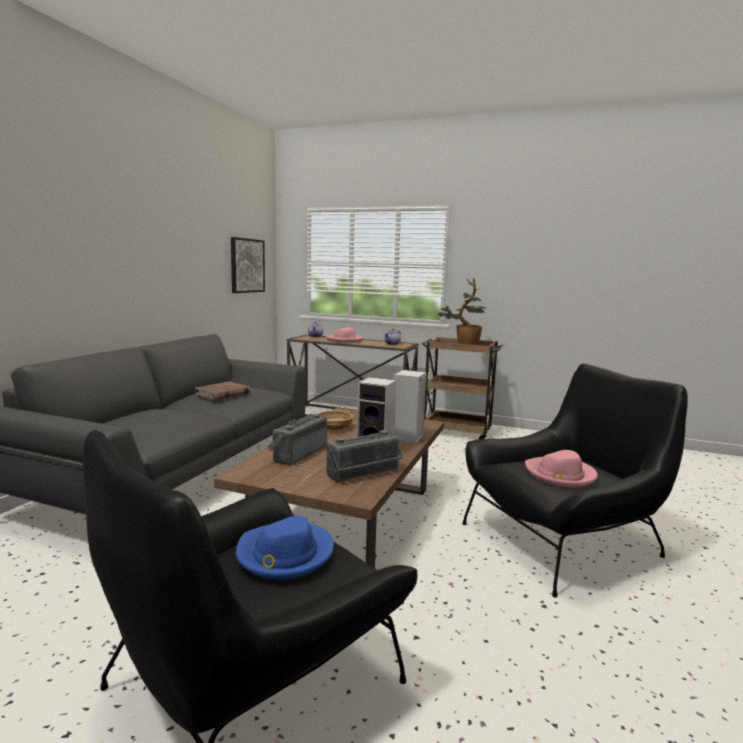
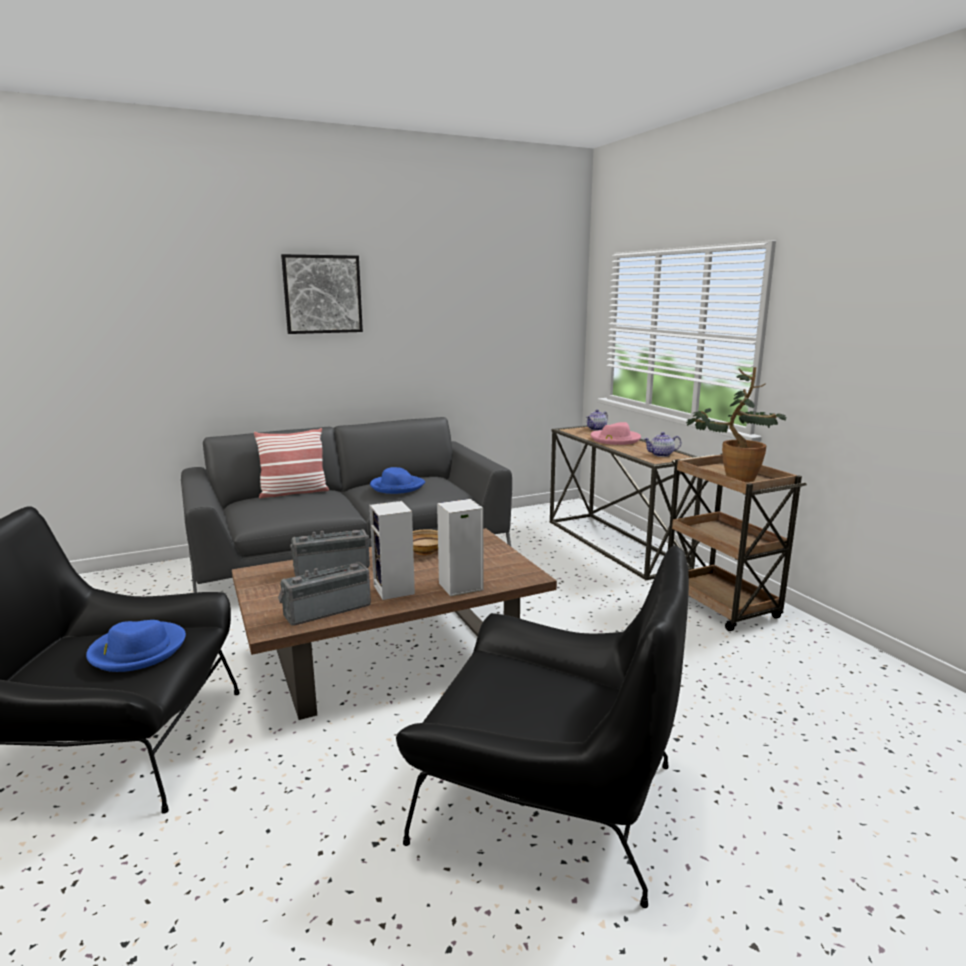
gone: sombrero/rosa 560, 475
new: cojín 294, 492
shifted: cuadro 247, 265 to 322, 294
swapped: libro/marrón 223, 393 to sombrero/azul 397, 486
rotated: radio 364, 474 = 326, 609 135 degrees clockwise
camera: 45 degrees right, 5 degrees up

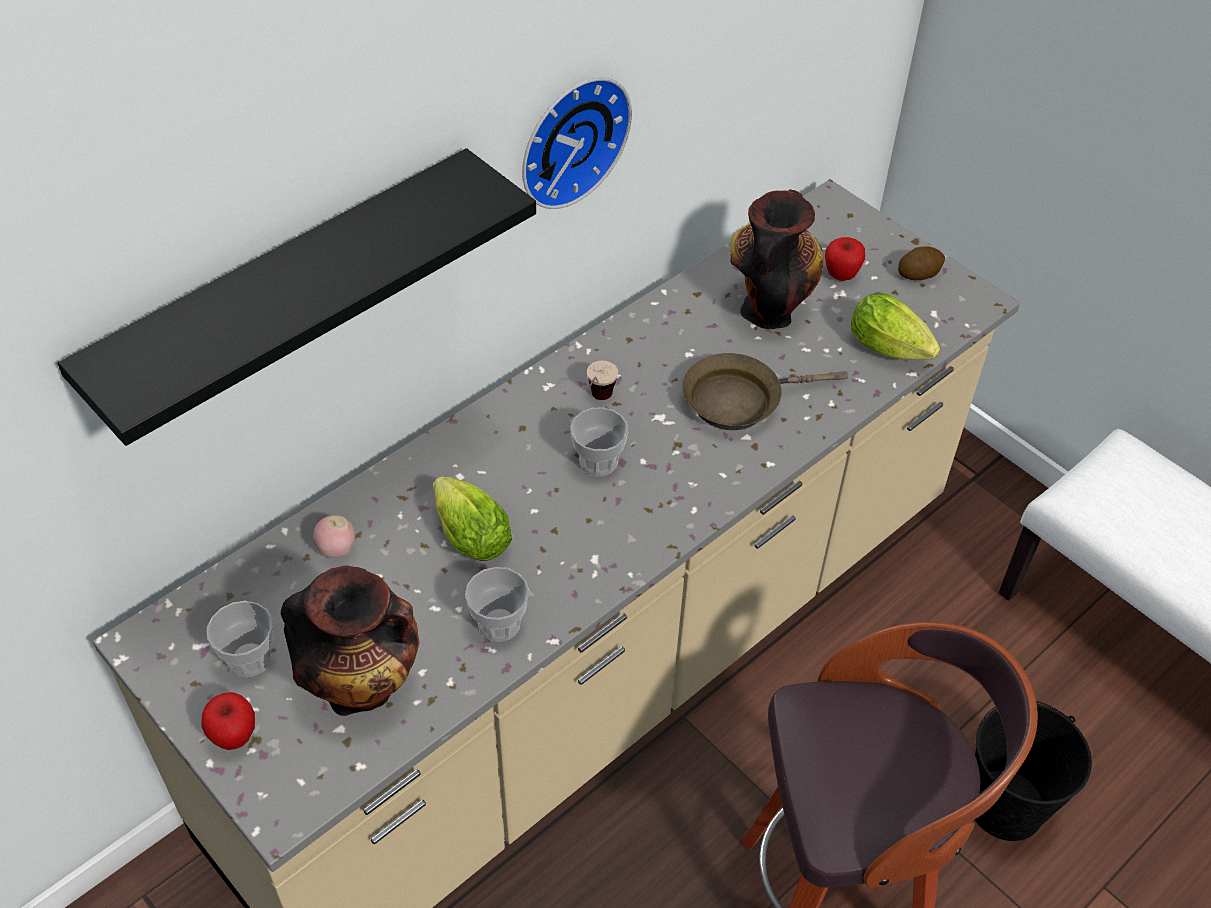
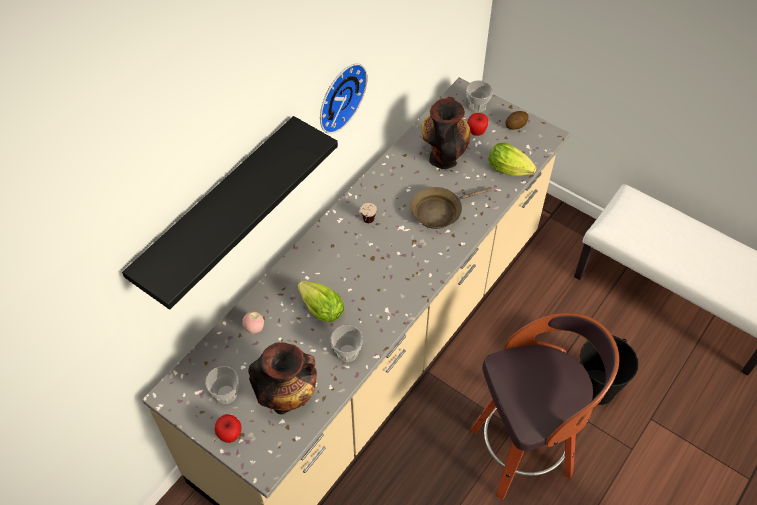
shifted: taza 598, 461 to 477, 106
camera: 10 degrees left, 5 degrees up

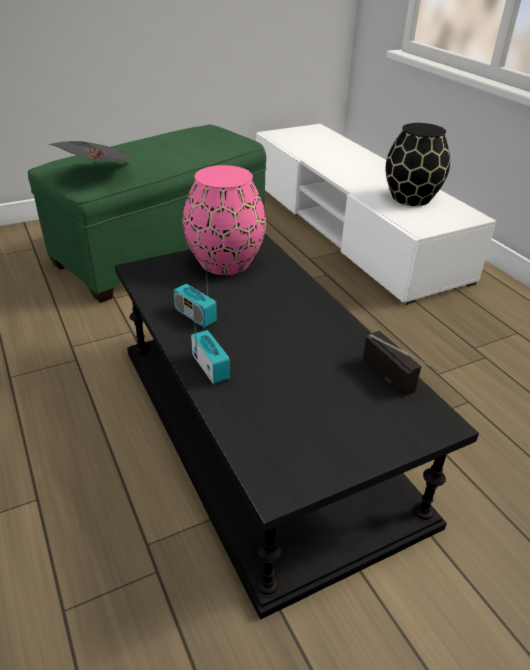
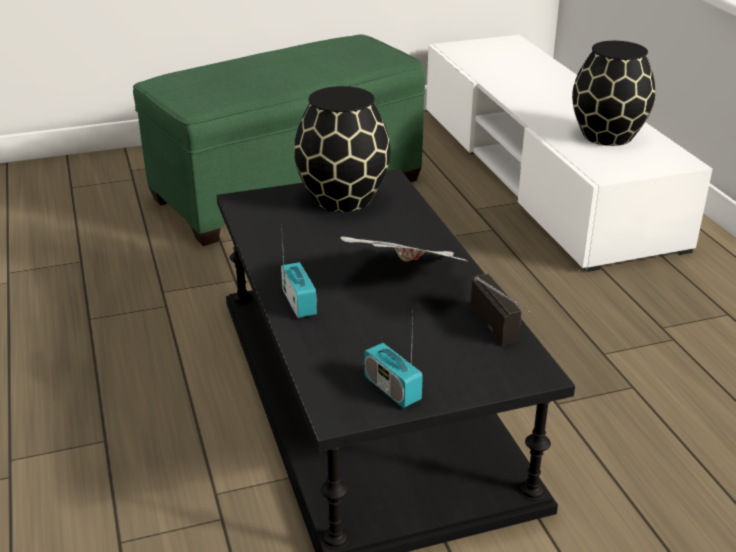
shifted: periódico 99, 174 to 409, 279; radio 195, 316 to 392, 389
repainted: florero/rosa 224, 262 to florero/negro 341, 198
camera: 10 degrees right, 5 degrees down

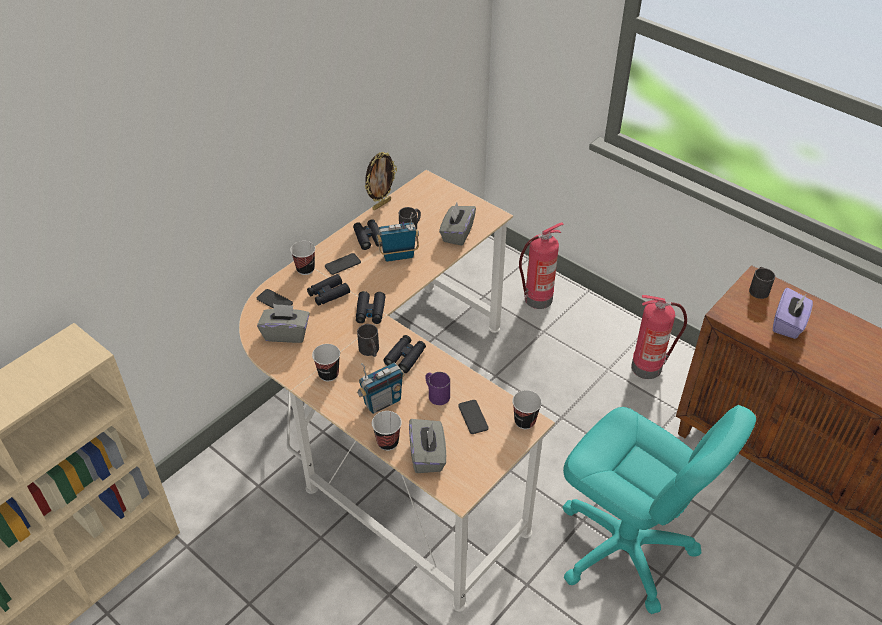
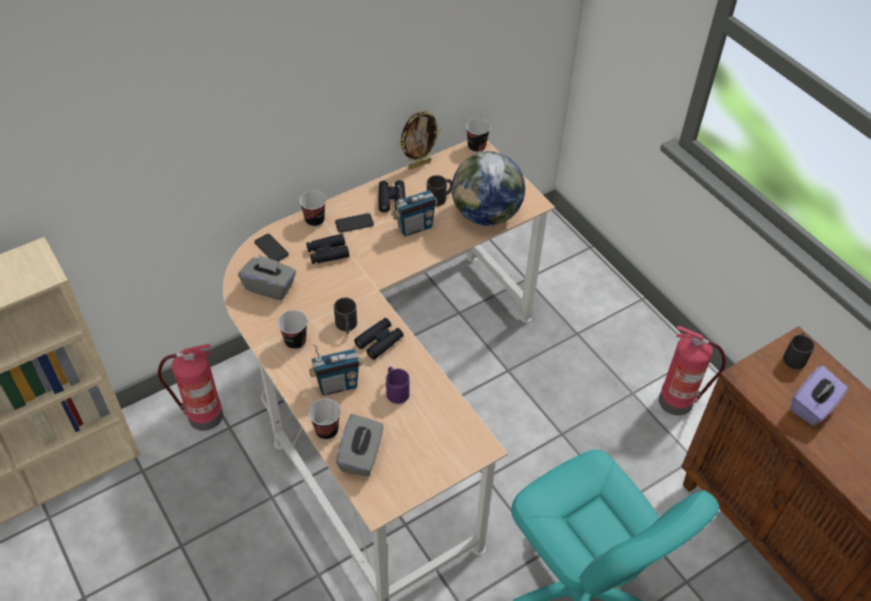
gone: prismáticos/negro 370, 311; móvil 473, 417
shifted: extintor 537, 300 to 203, 416; taza 525, 421 to 476, 147
swapped: caja de pañuelos/gris 457, 233 to globo terráqueo 486, 215
rotated: radio 398, 256 = 415, 227 150 degrees clockwise
camera: 15 degrees right, 5 degrees up

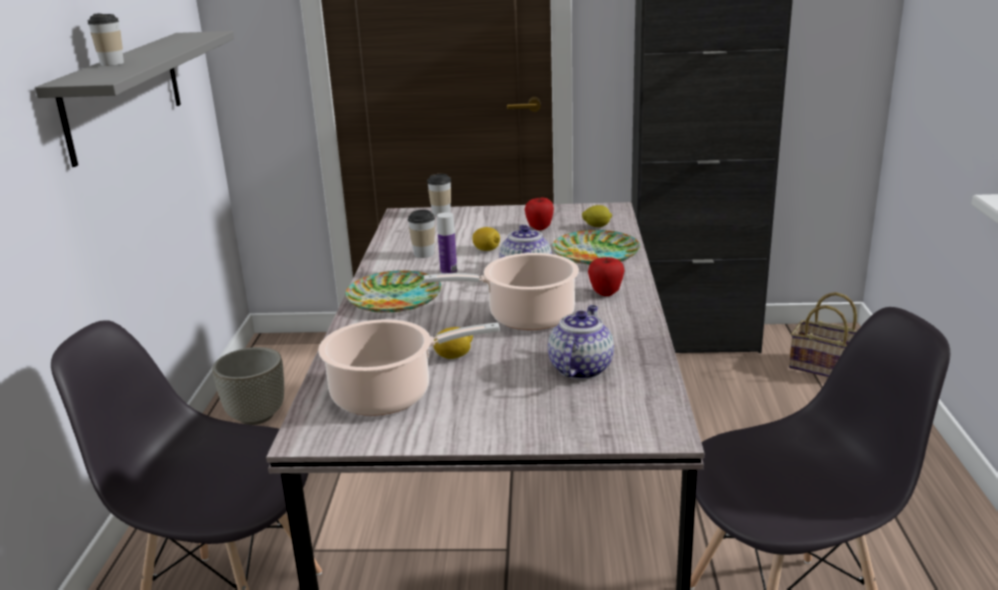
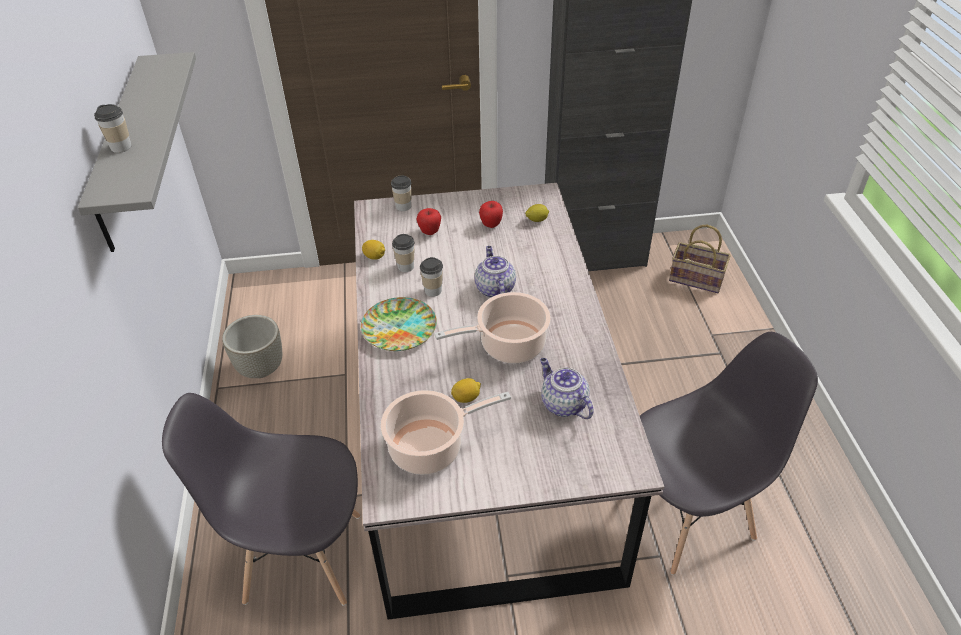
gone: plato 596, 253
shifted: limón 487, 250 to 374, 257; manzana 605, 293 to 429, 232
swapped: botella 448, 272 to taza 433, 290
rotated: tetera 580, 368 = 563, 404 45 degrees counterclockwise
camera: 10 degrees left, 20 degrees up

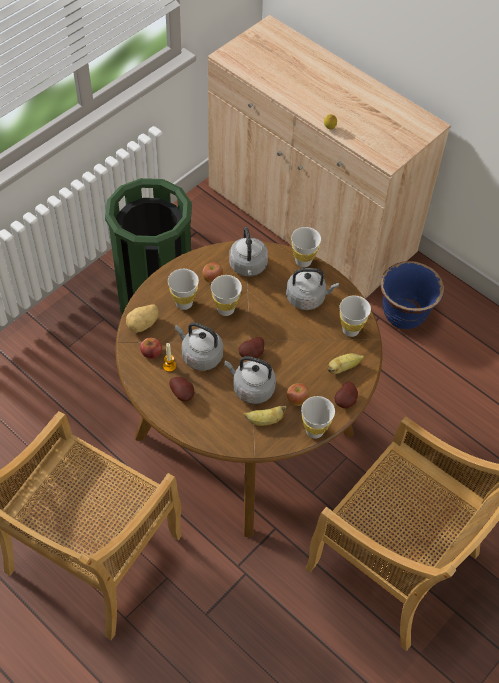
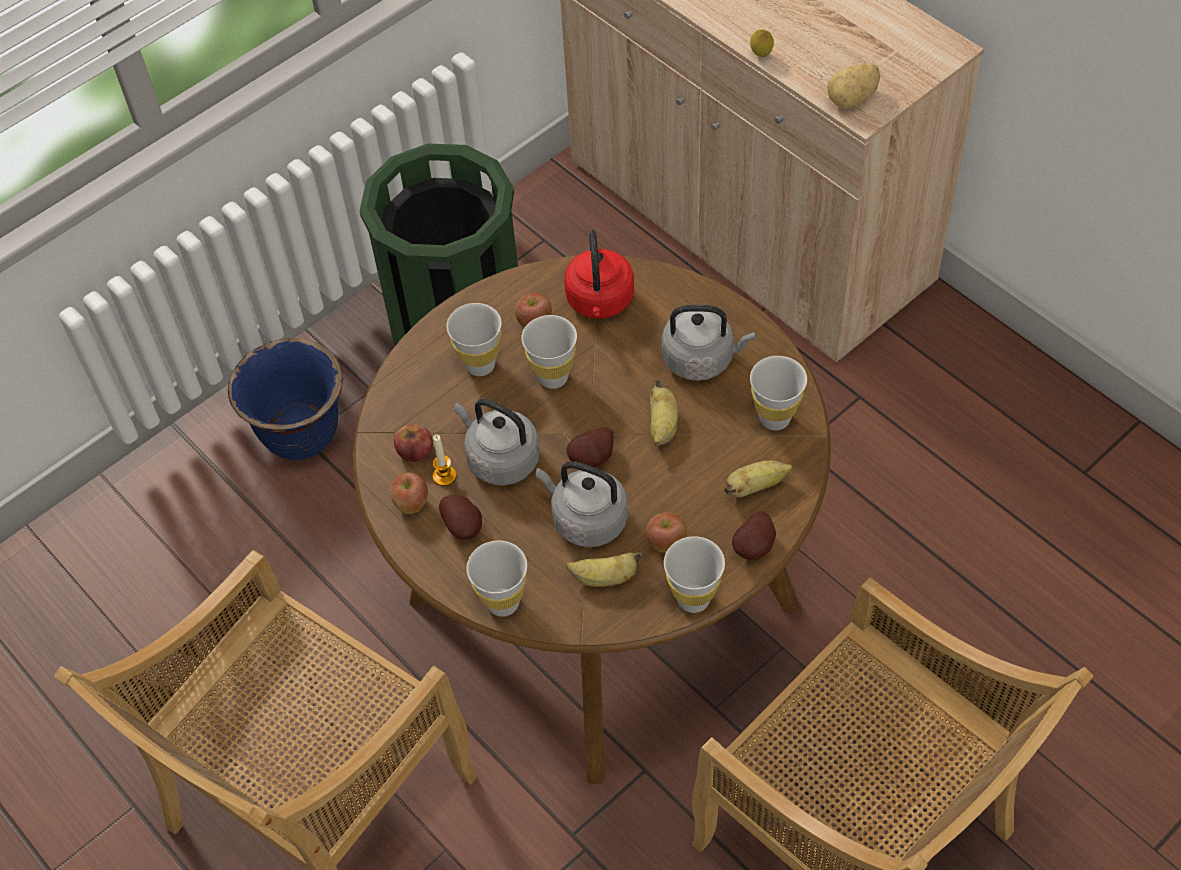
new: plátano 662, 426; manzana 411, 504
shifted: taza/blanco 303, 261 to 503, 603; maceta/azul 404, 315 to 302, 434; patata 143, 325 to 853, 99
repainted: hervidor/gris 248, 267 to hervidor/rojo 600, 302
camera: 10 degrees right, 0 degrees up

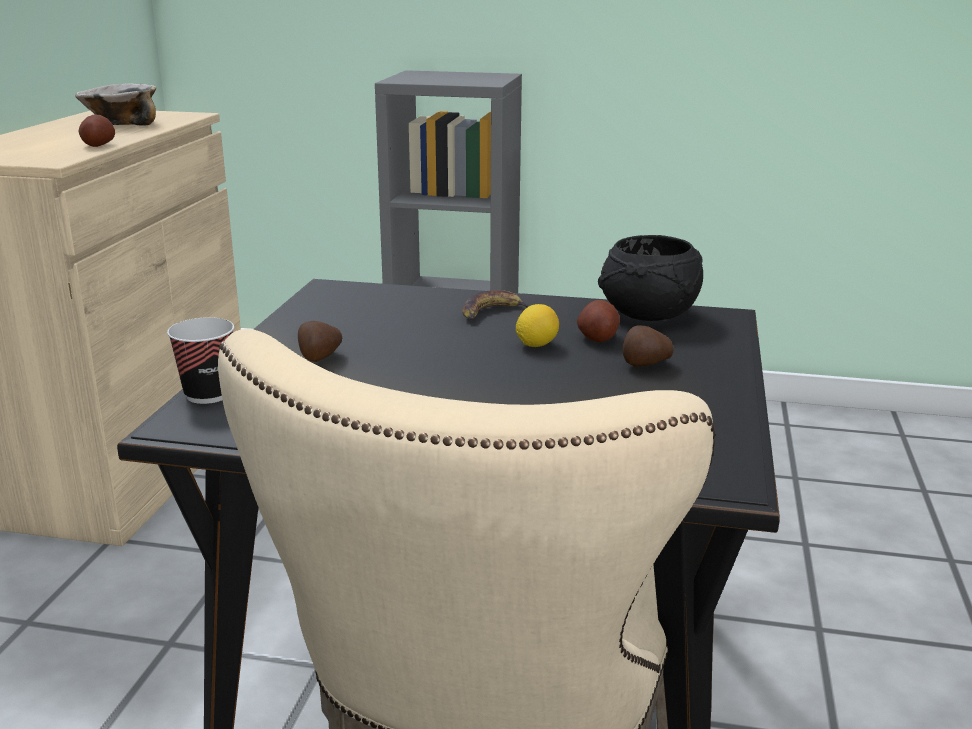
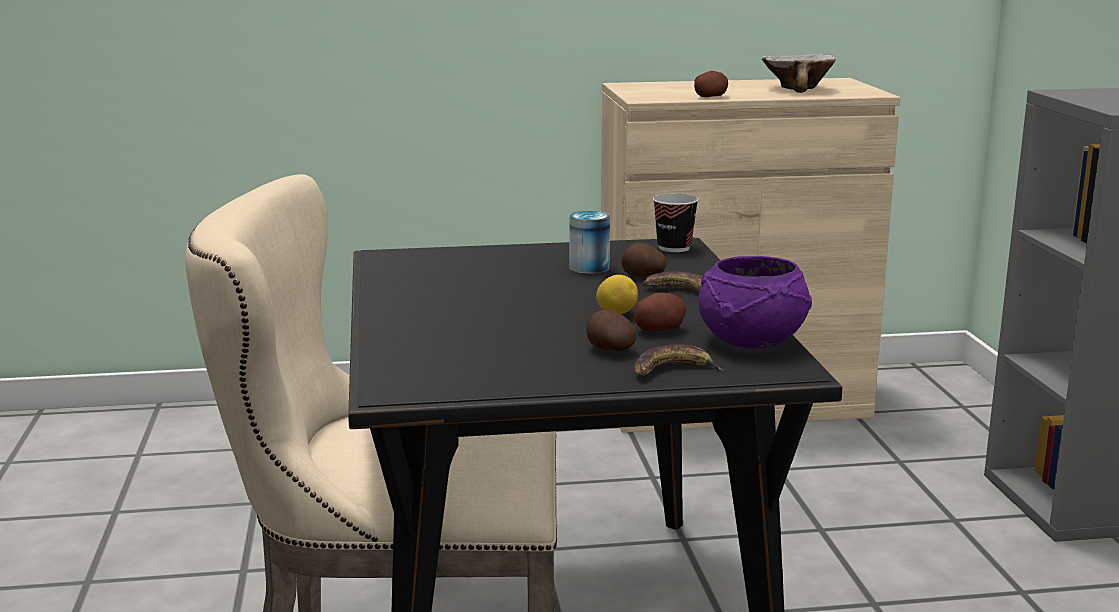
new: lata 589, 267; plátano 672, 370
shifted: taza 208, 394 to 674, 248; patata 319, 358 to 643, 276
repainted: cuenco/negro 650, 314 to cuenco/morado 750, 342
camera: 70 degrees right, 5 degrees down

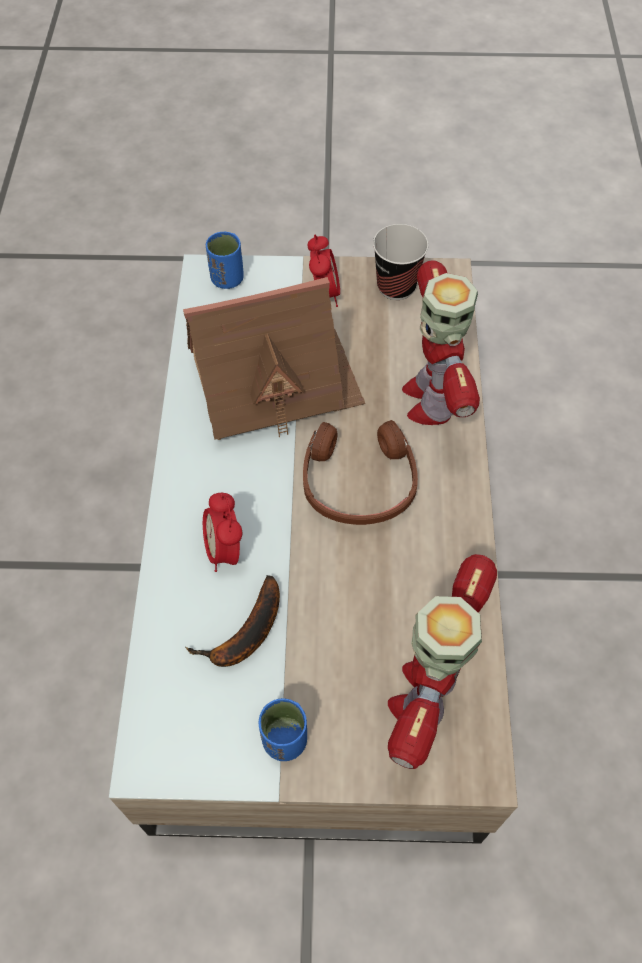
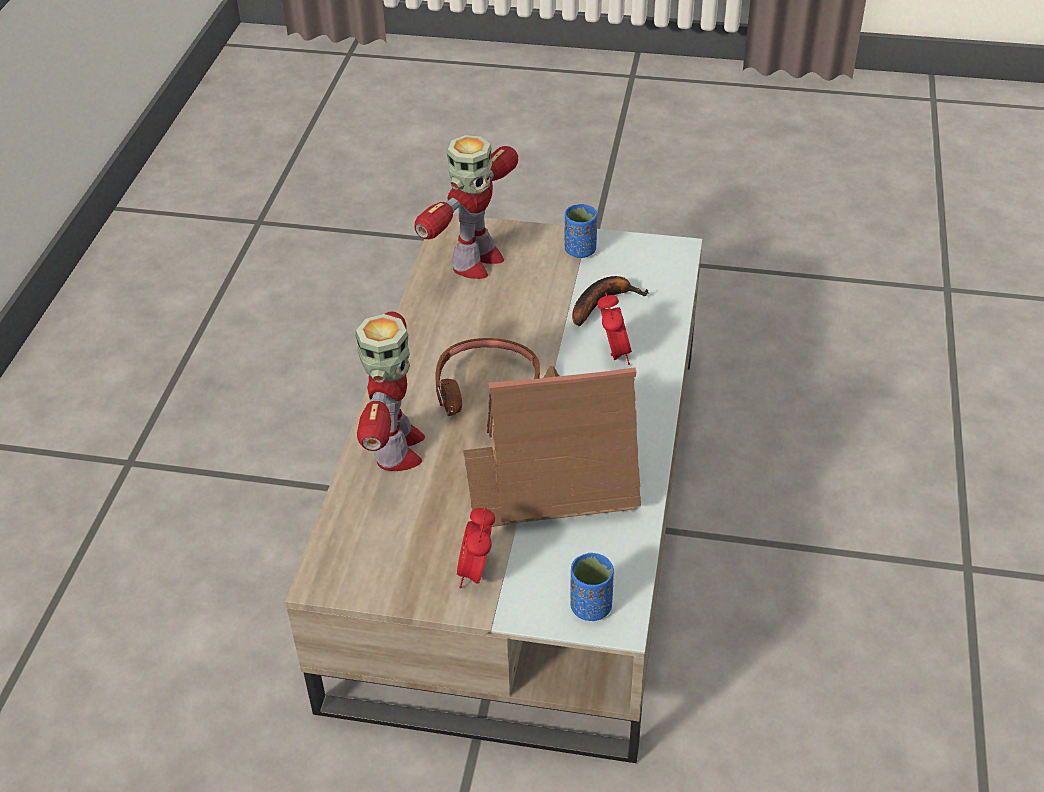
gone: taza 396, 286
camera: 170 degrees left, 15 degrees down

